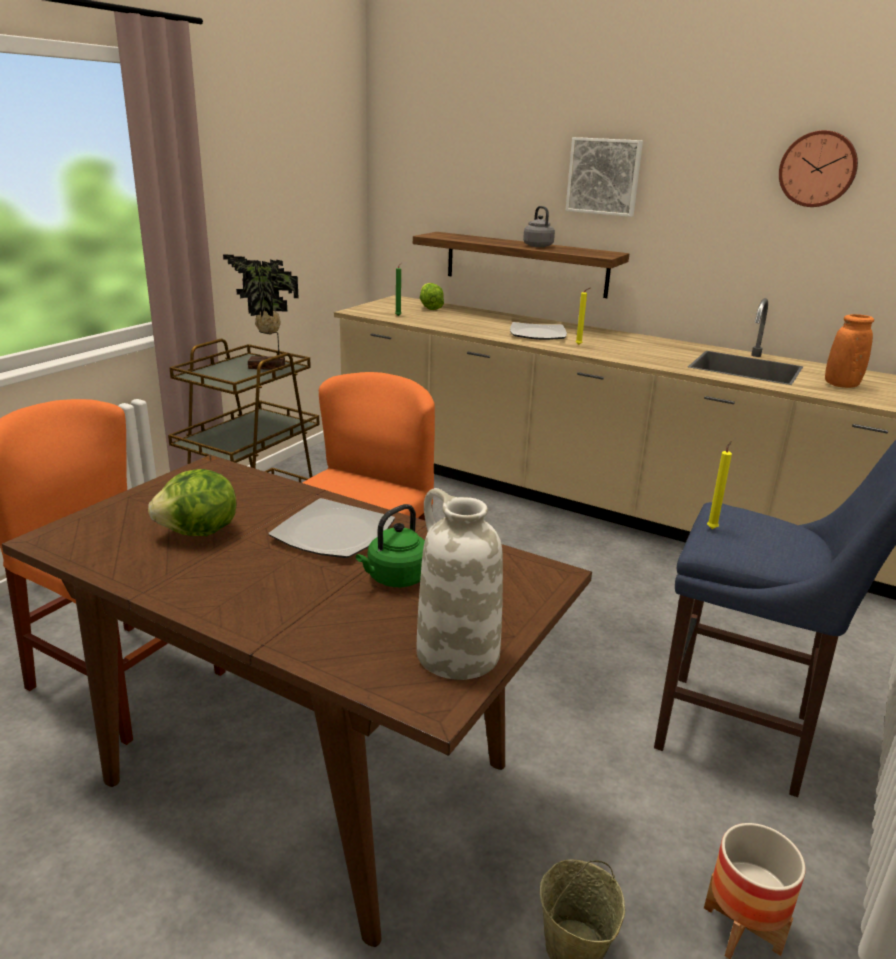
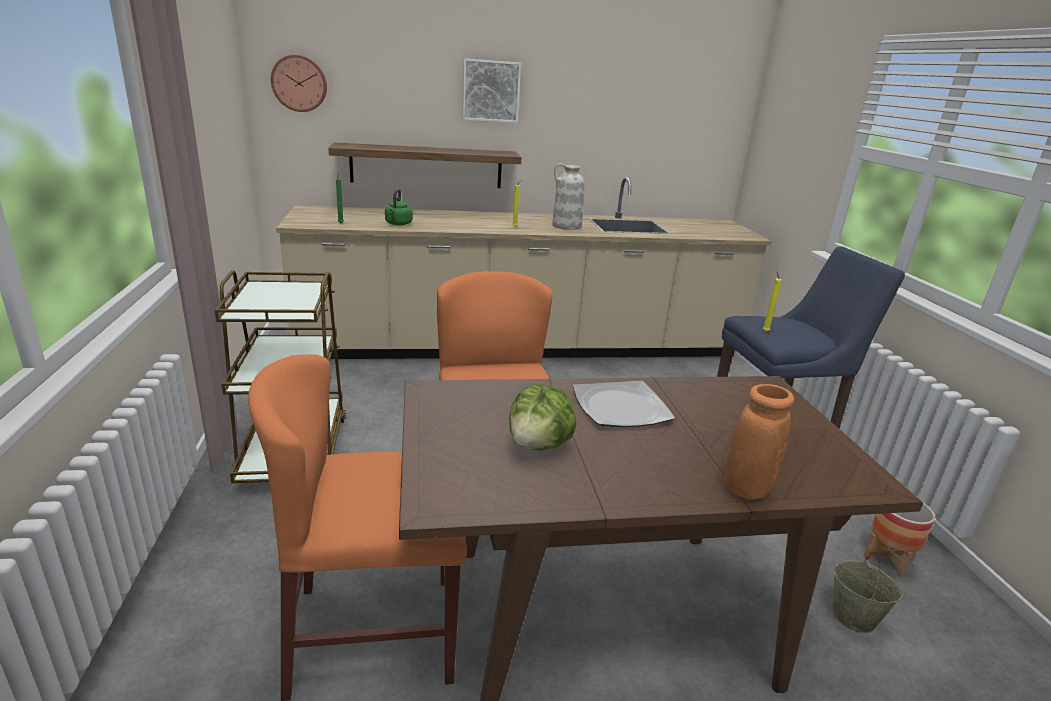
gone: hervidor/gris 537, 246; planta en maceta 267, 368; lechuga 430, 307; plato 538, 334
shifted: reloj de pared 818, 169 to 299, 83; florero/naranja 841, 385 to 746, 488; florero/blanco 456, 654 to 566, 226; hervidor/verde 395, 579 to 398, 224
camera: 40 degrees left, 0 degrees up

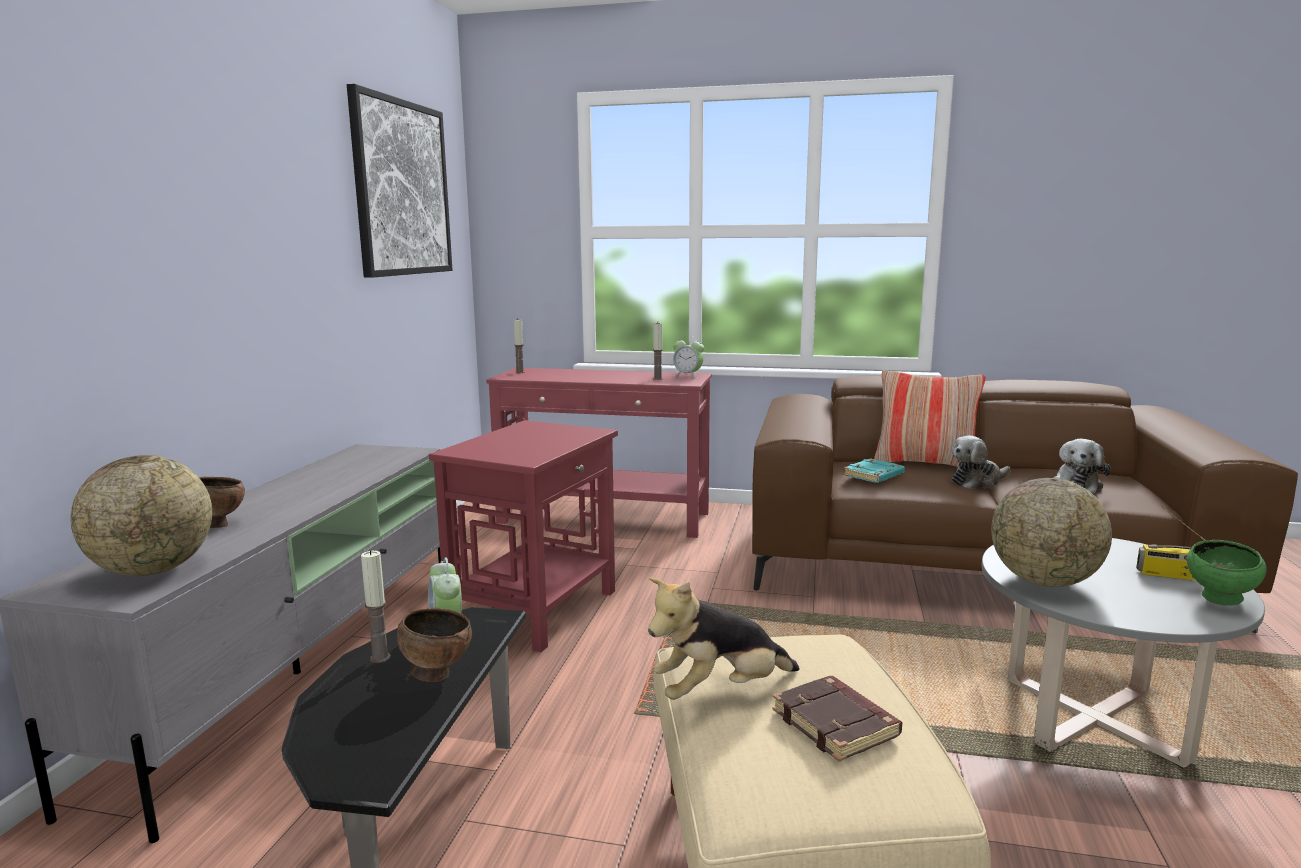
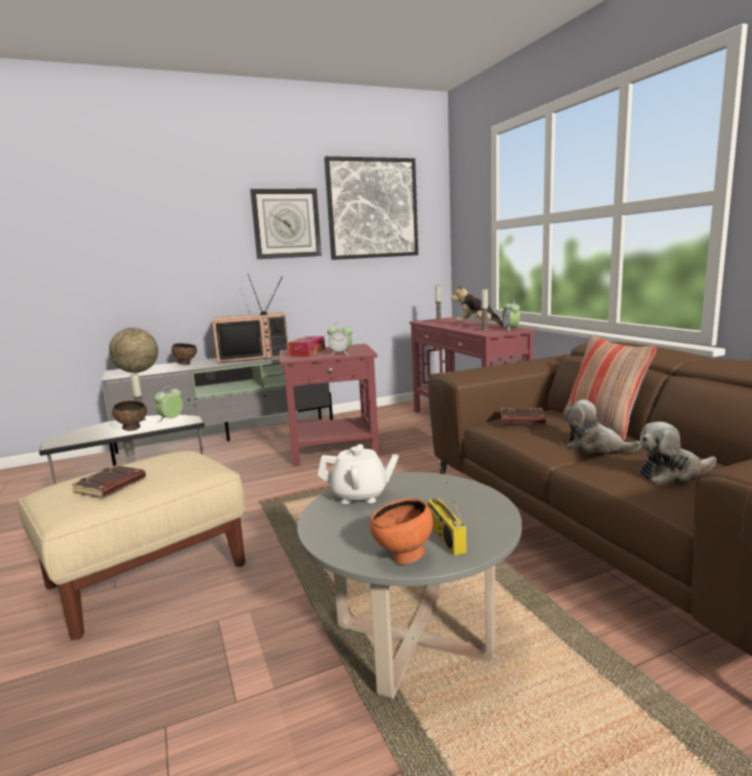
new: reloj de pared 286, 223; televisor 254, 356; despertador 341, 354; caja de pañuelos 307, 352
shifted: peluche 720, 691 to 477, 326
swapped: globo terráqueo 1044, 581 to tetera/blanco 359, 495
repainted: libro/turquesa 874, 476 to libro/marrón 522, 420; cuenco/verde 1220, 601 to cuenco/naranja 403, 558
camera: 55 degrees right, 0 degrees up

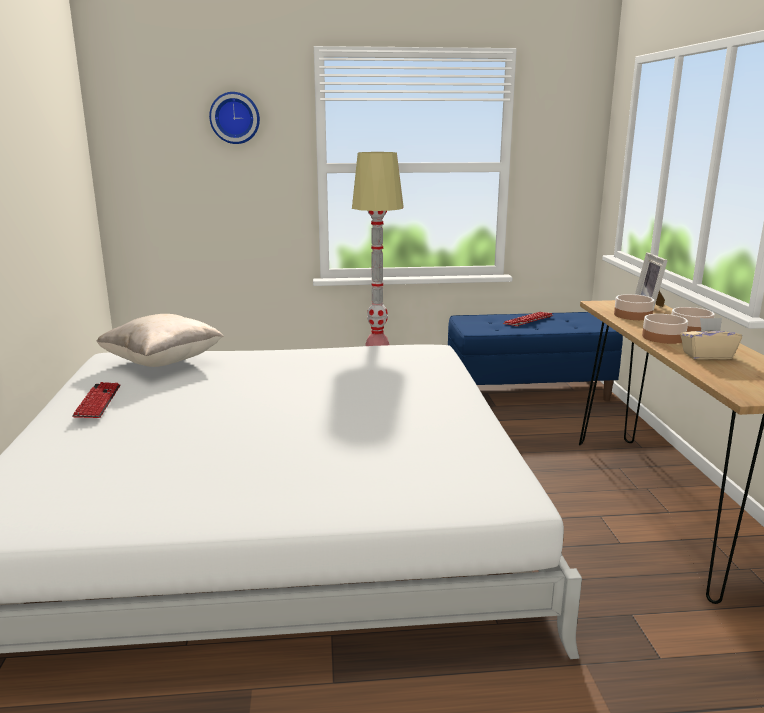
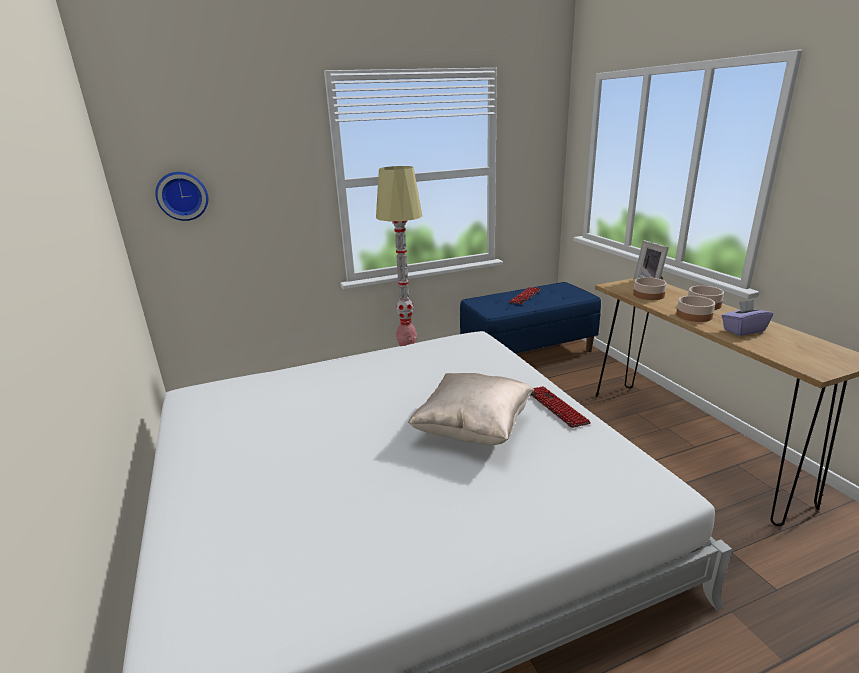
shifted: reloj de pared 235, 118 to 182, 196; cojín/beis 162, 363 to 473, 429; teclado 98, 402 to 556, 407
repainted: caja de pañuelos/beis 707, 355 to caja de pañuelos/morado 743, 330
camera: 15 degrees left, 5 degrees up

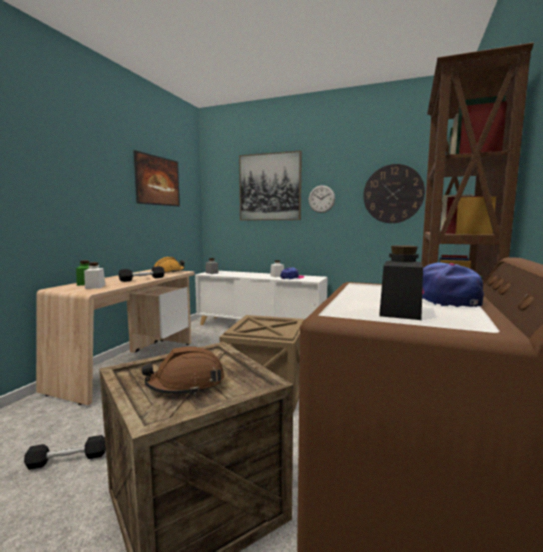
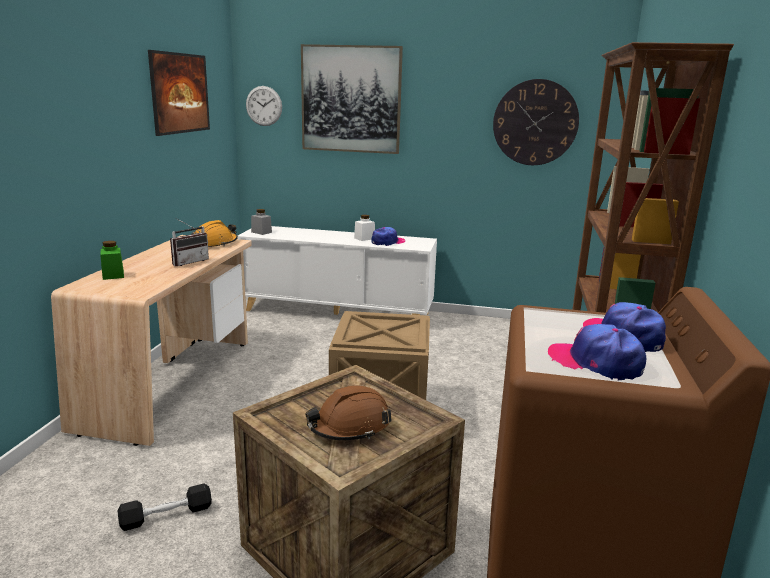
gone: tarro/blanco 95, 287
shifted: reloj de pared 321, 199 to 264, 106
swapped: tarro/negro 400, 312 to gorra 595, 362; mancuerna/negro 142, 279 to radio 188, 262
camera: 10 degrees left, 10 degrees up

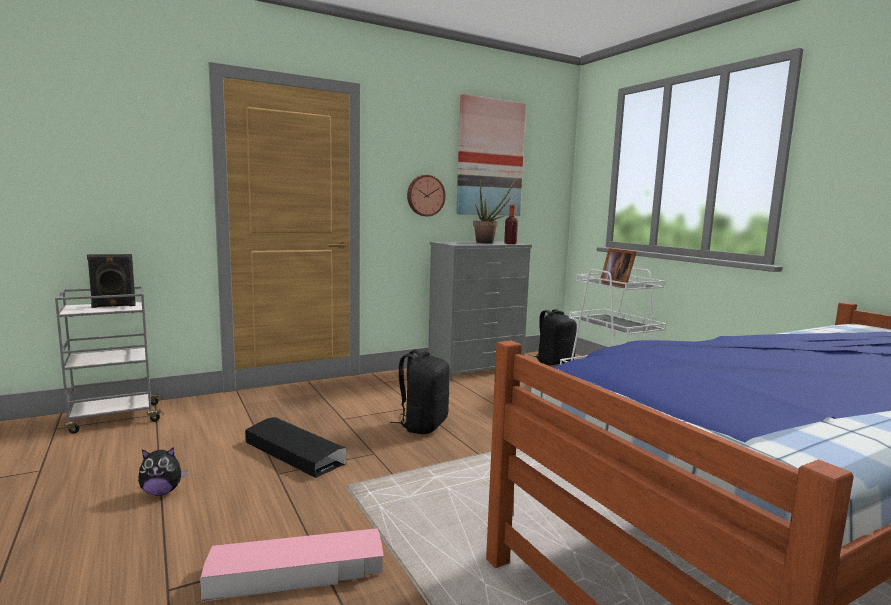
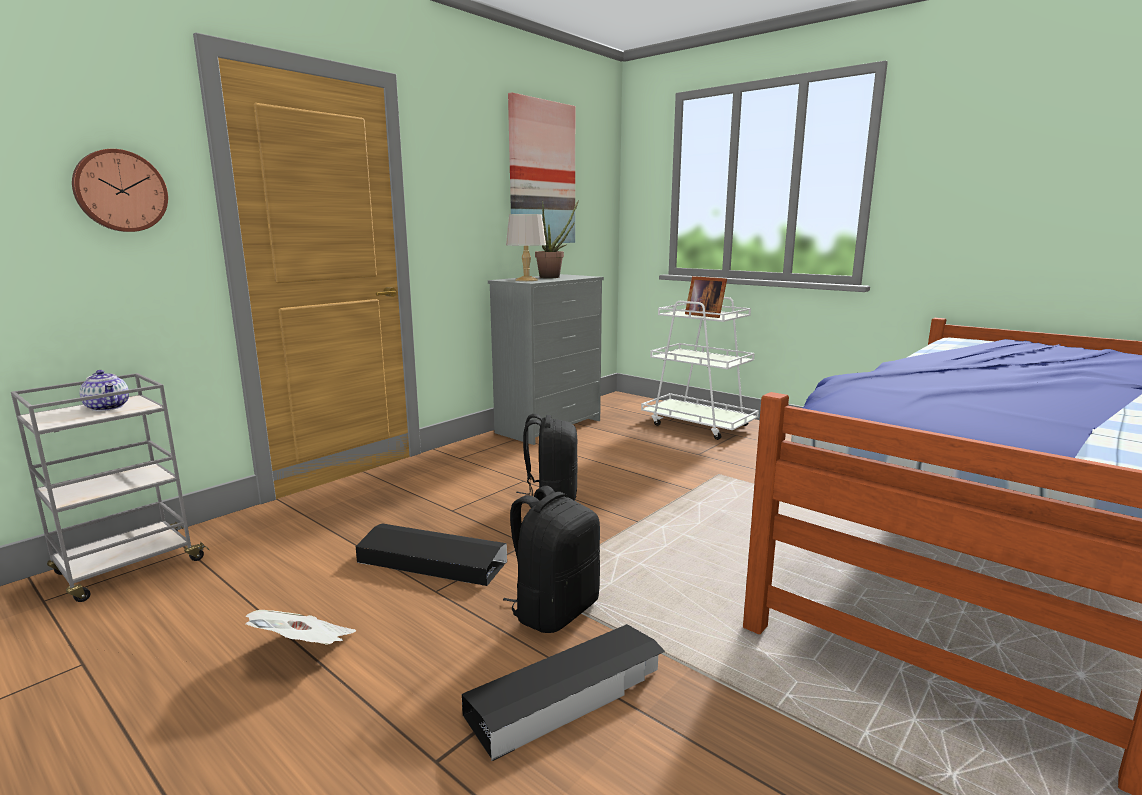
gone: botella 510, 243
new: lámpara de mesa/gris 526, 280
shifted: reloj de pared 425, 195 to 120, 191; mochila/negro 554, 362 to 554, 610
swapped: altavoz/negro 114, 306 to tetera 108, 407; peluche 162, 492 to periódico 305, 648
repainted: caja de almacenaje/rosa 297, 572 to caja de almacenaje/negro 568, 695
camera: 20 degrees left, 5 degrees up

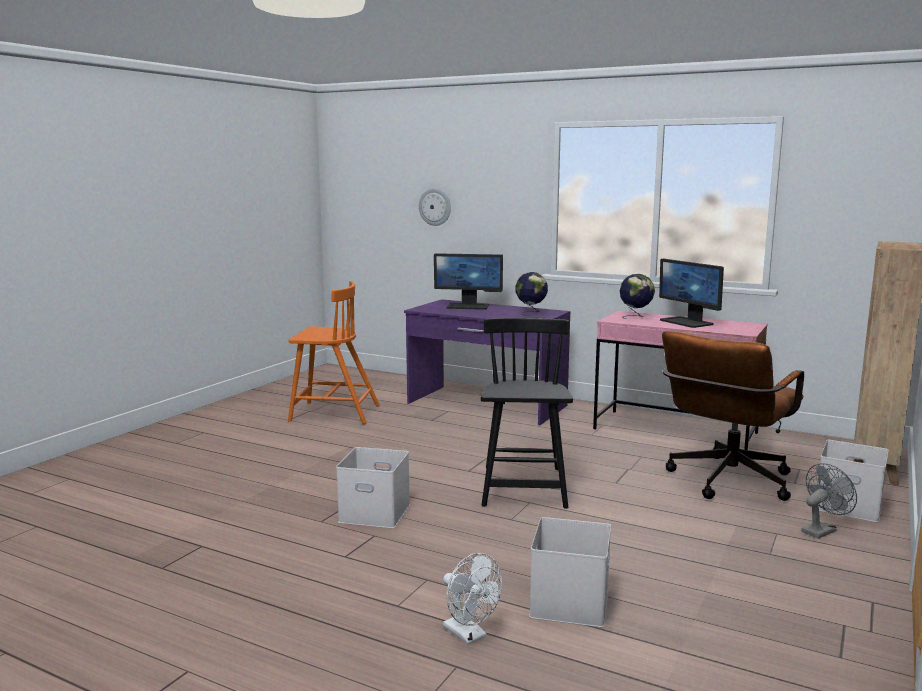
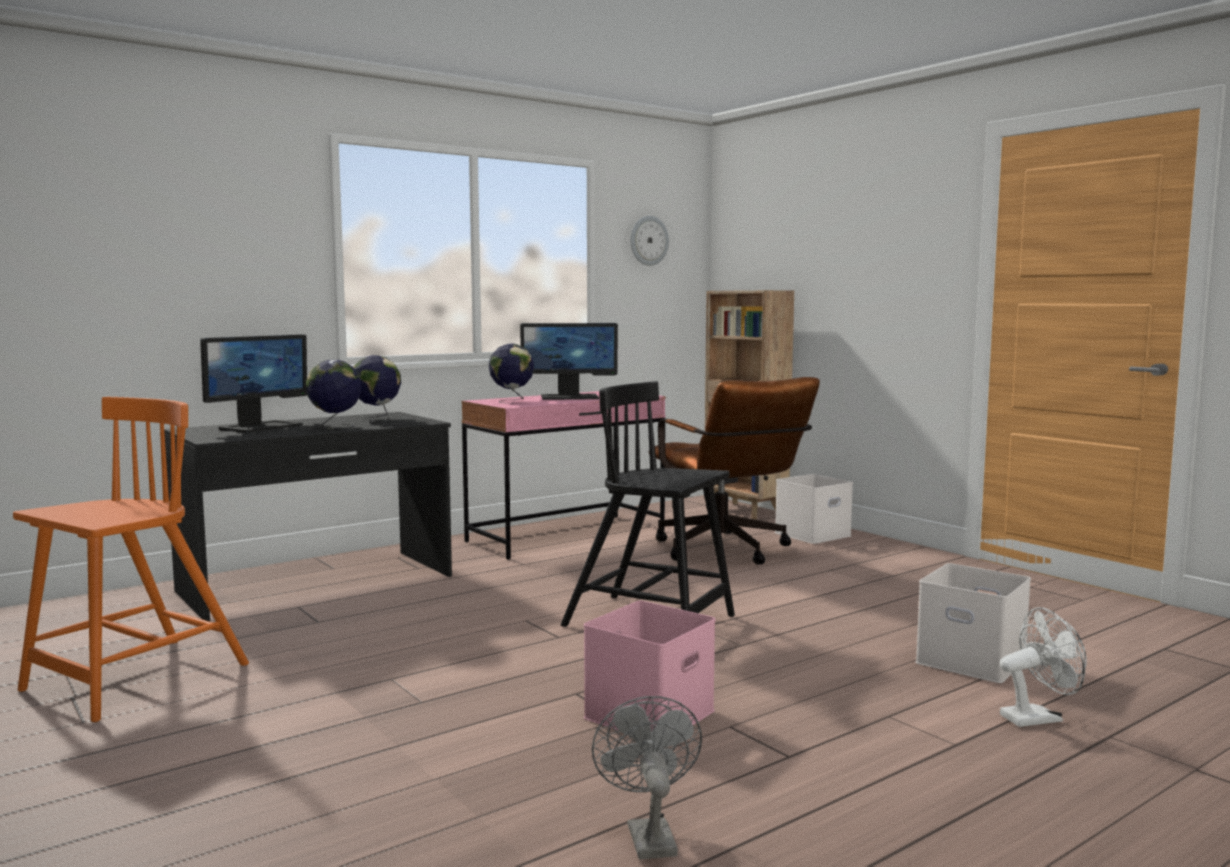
new: globo terráqueo 335, 427
shifted: reloj de pared 435, 207 to 648, 240; ventilador/gris 821, 530 to 648, 835
repainted: escritorio/morado 486, 405 to escritorio/negro 317, 584; caja de almacenaje/blanco 373, 513 to caja de almacenaje/rosa 650, 715
camera: 65 degrees left, 5 degrees down

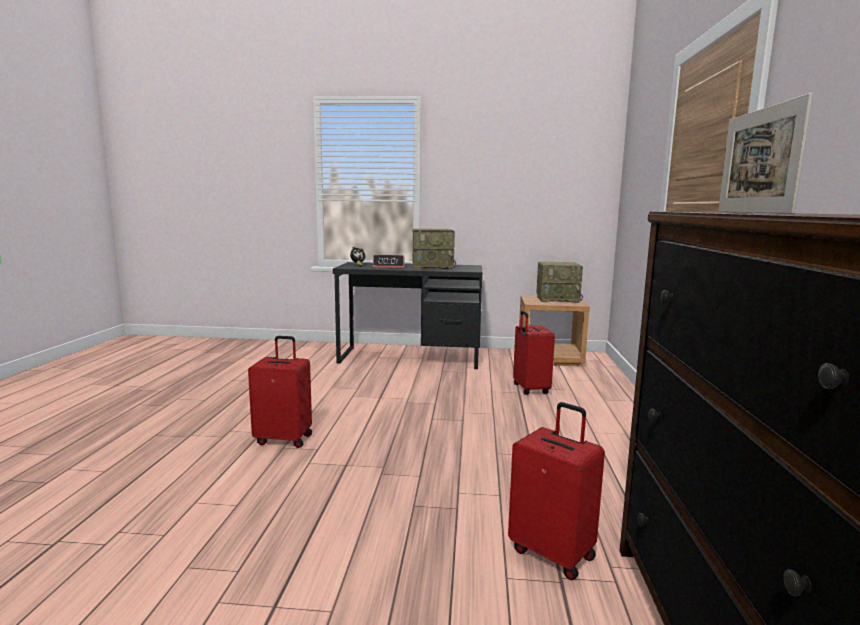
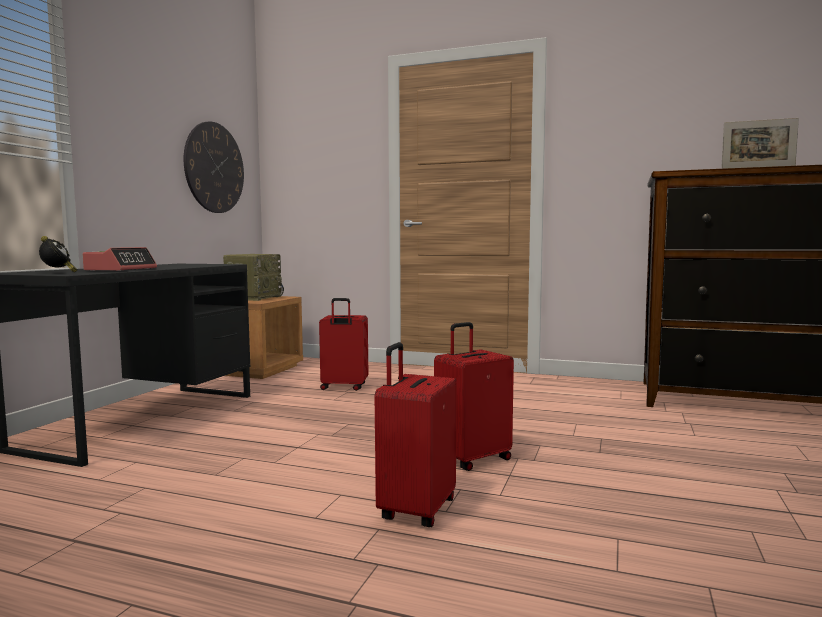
gone: radio 433, 267
new: reloj de pared 214, 168
shifted: maleta/rojo 553, 552 to 472, 459
camera: 75 degrees left, 5 degrees down

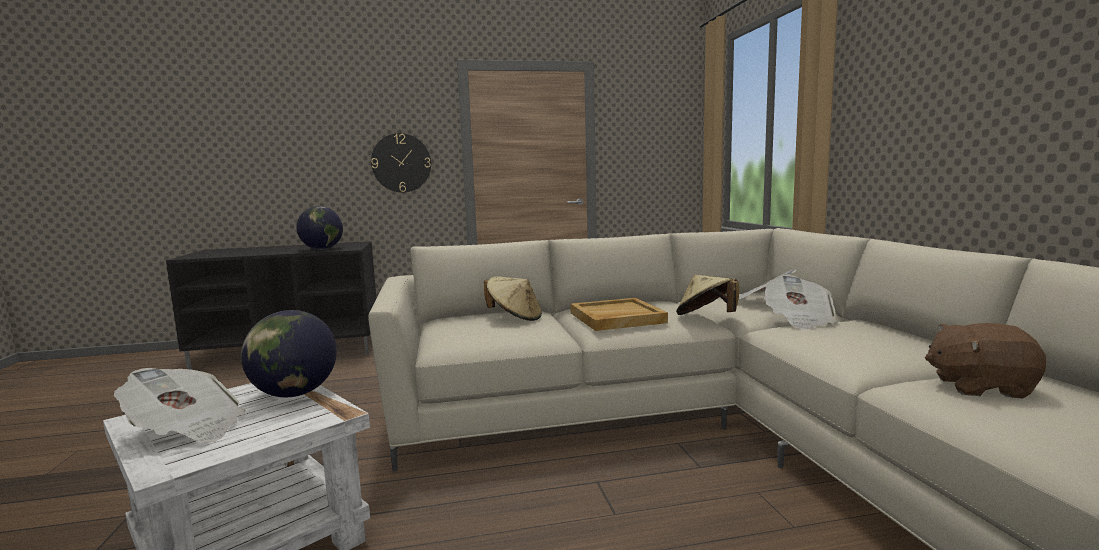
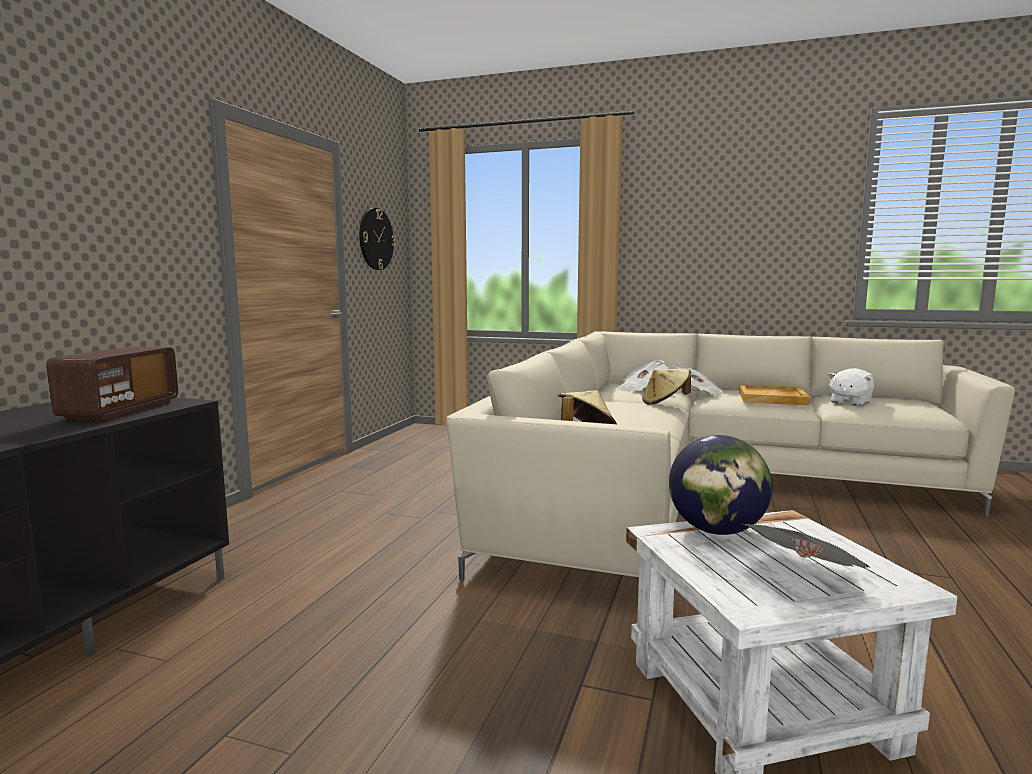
shifted: reloj de pared 401, 163 to 376, 239; bandeja/beis 616, 318 to 772, 398
swapped: globo terráqueo 322, 249 to radio 120, 411
repainted: peluche/marrón 979, 387 to peluche/blanco 849, 402
camera: 60 degrees left, 0 degrees up

